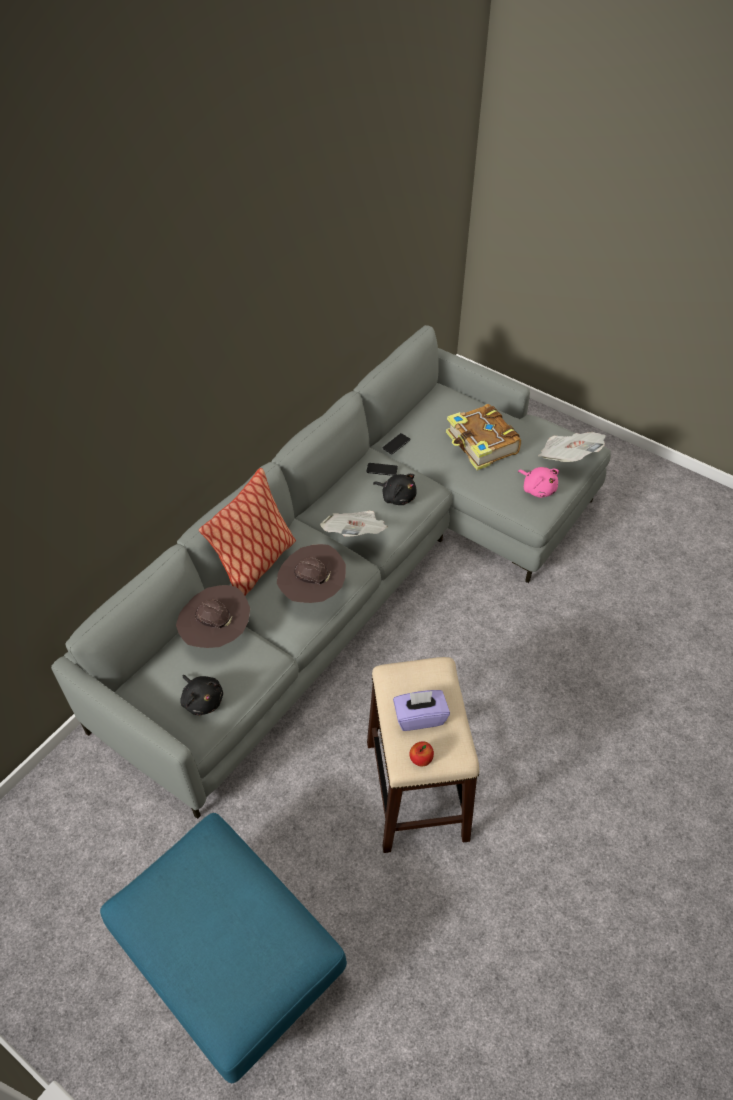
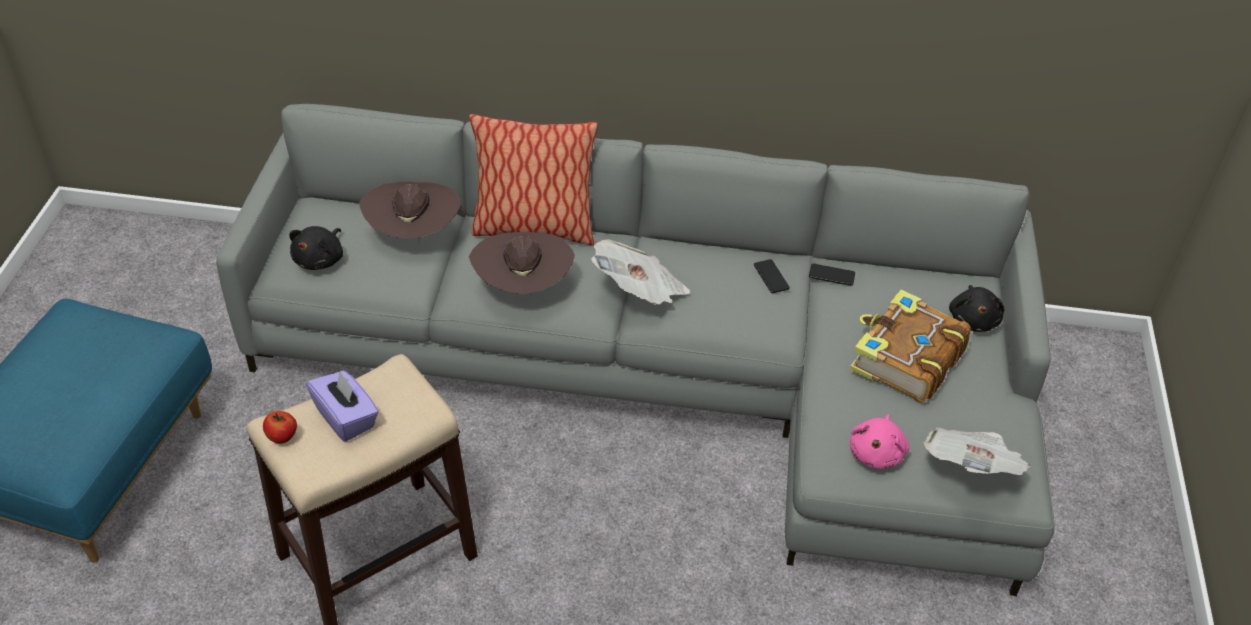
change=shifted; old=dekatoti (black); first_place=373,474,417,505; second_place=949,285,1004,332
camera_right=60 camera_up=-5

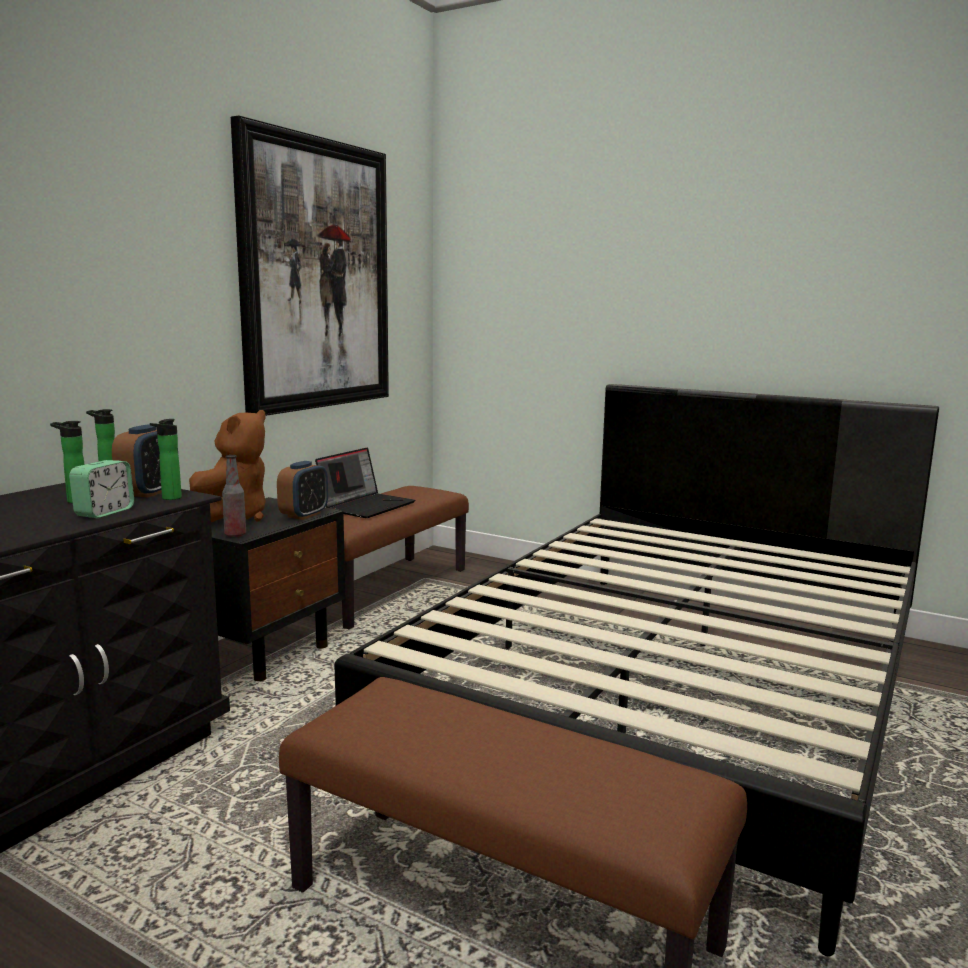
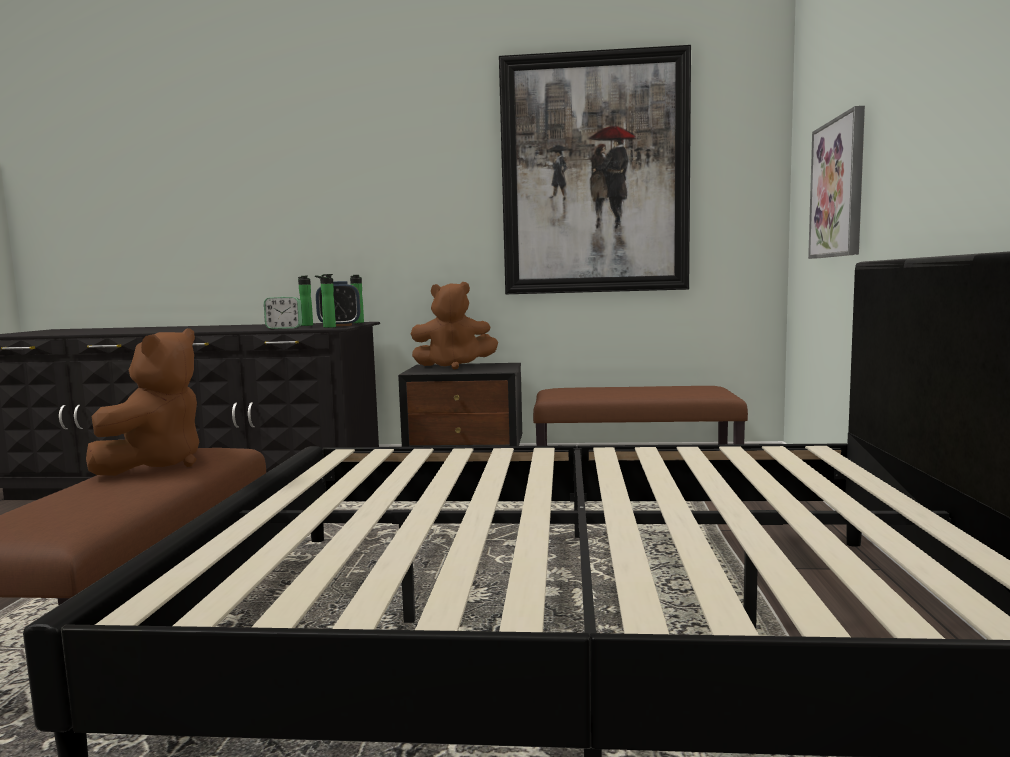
change=gone; old=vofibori; first_place=222,455,246,537
change=gone; old=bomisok; first_place=277,461,328,520
change=gone; old=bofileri; first_place=315,448,415,518
change=new; new=dekatoti (brown); second_place=86,328,199,476
change=new; new=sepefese; second_place=808,106,865,259
camera_right=65 camera_up=-5

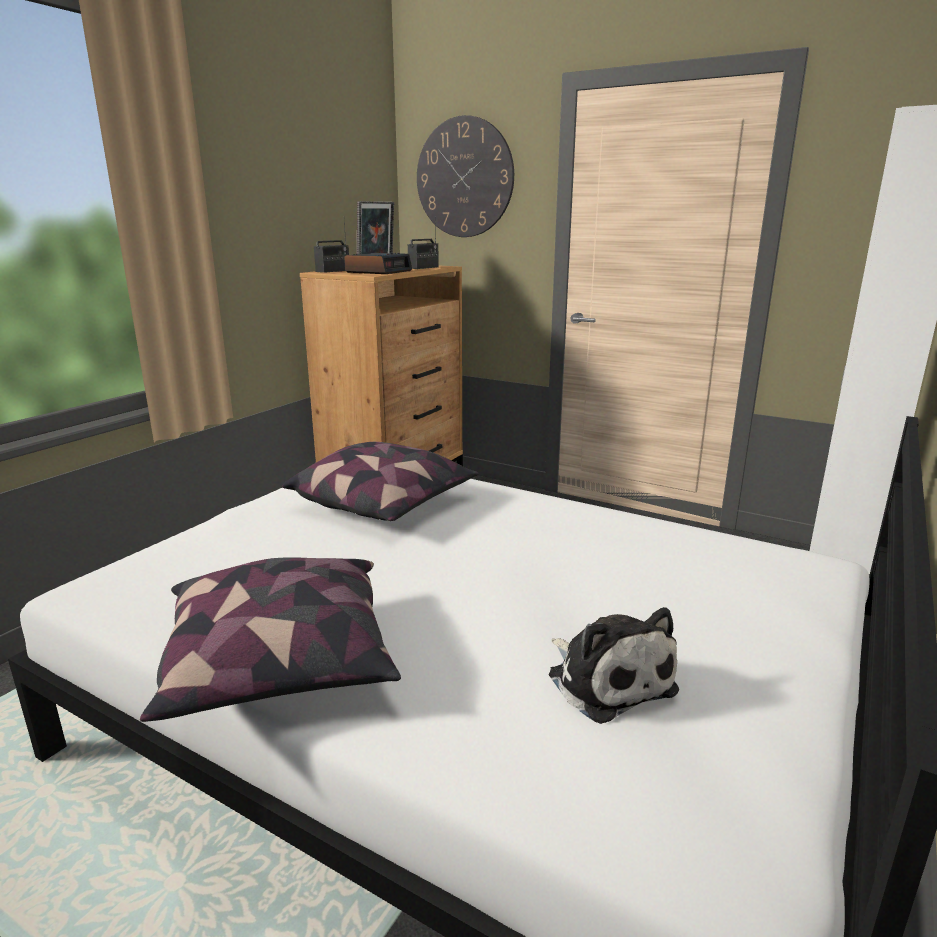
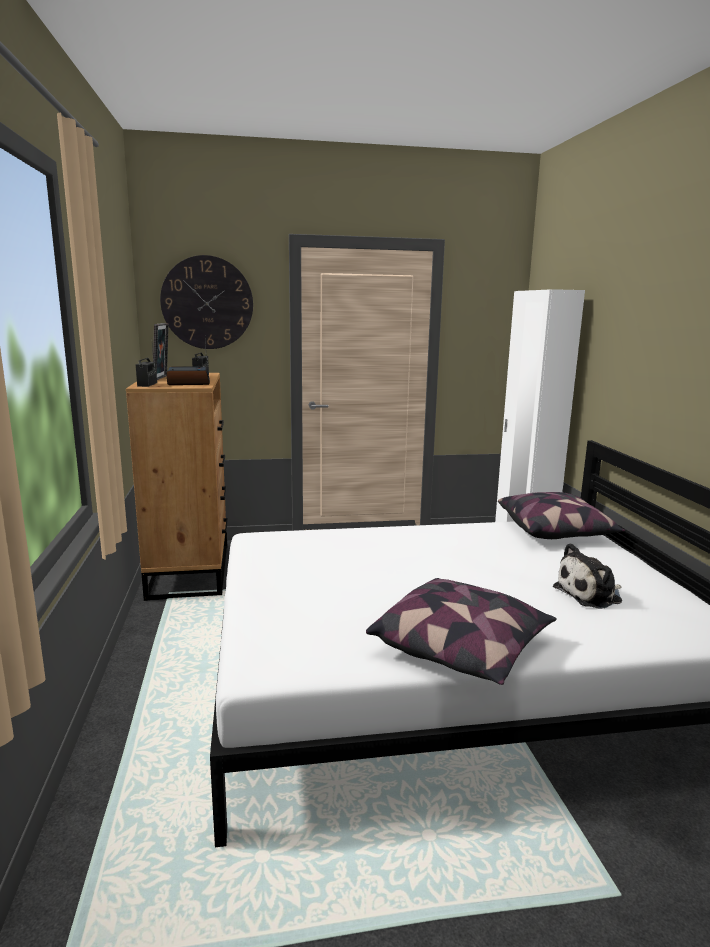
change=shifted; old=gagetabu; first_place=282,442,479,521; second_place=498,492,625,539
change=rotated; old=dekatoti; first_place=549,607,679,724; second_place=553,543,622,609; degrees=135
camera_right=-40 camera_up=-5

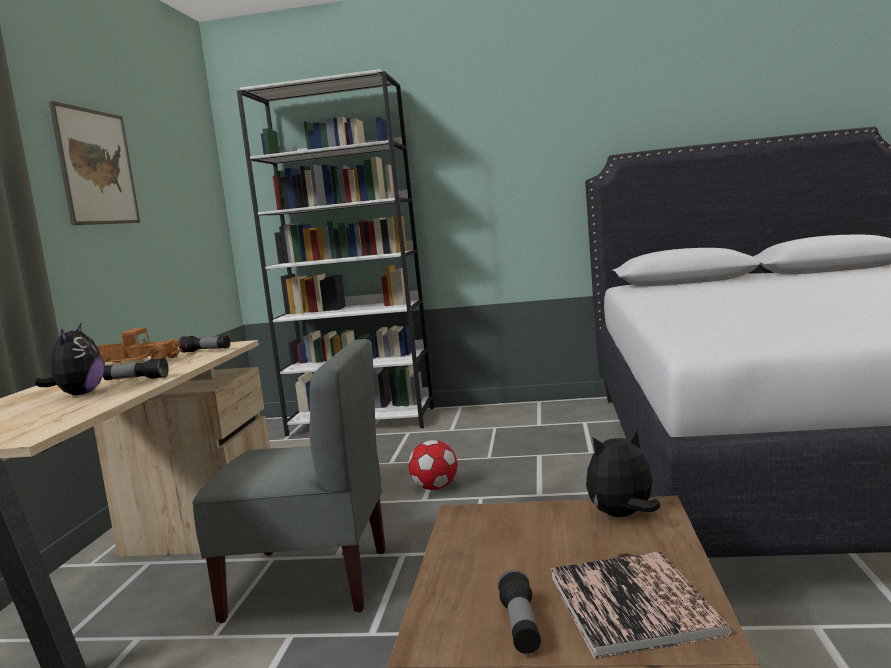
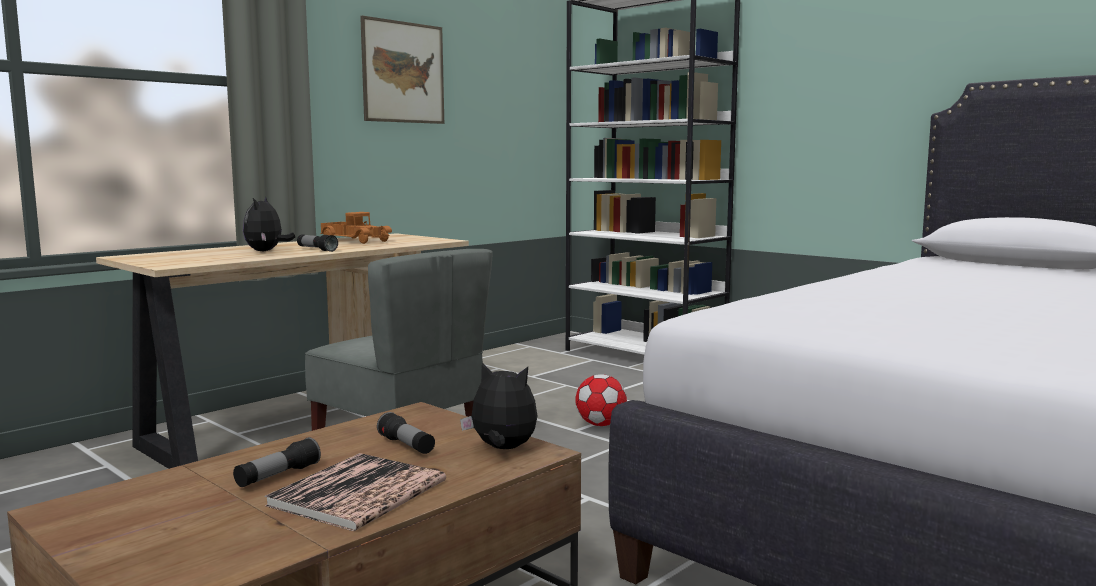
change=rotated; old=dekatoti; first_place=34,323,104,395; second_place=243,196,295,252; degrees=150
change=shifted; old=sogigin; first_place=179,336,230,353; second_place=377,412,435,454
camera_right=35 camera_up=0

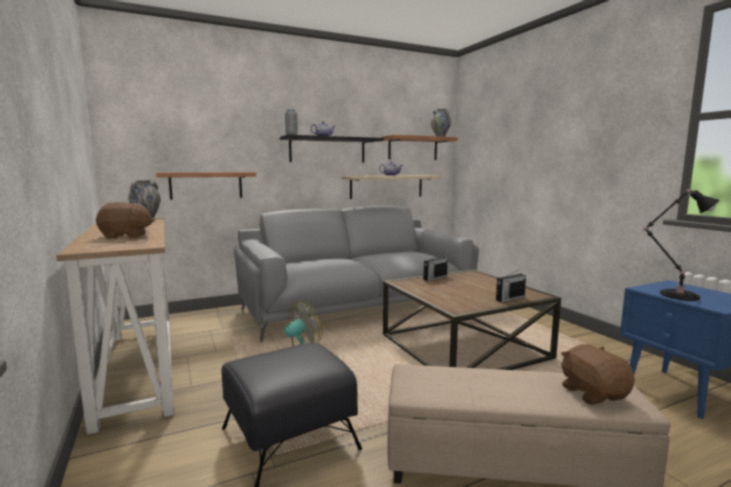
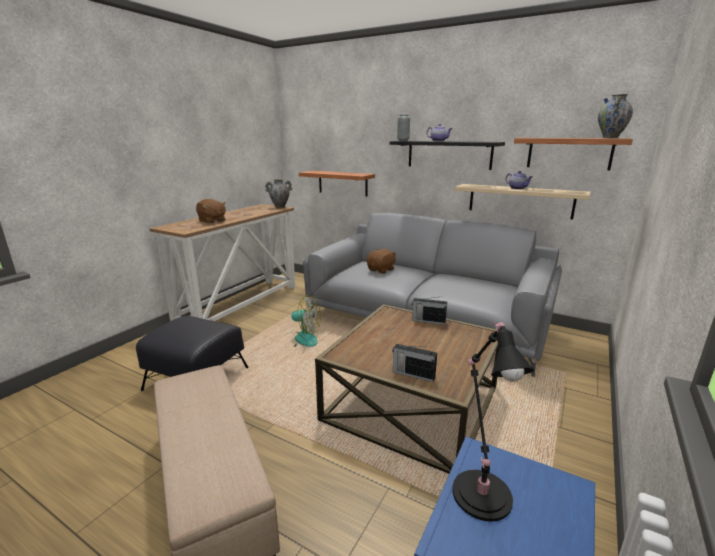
change=shifted; old=dekatoti (brown); first_place=561,344,635,405; second_place=367,249,397,274
camera_right=55 camera_up=10

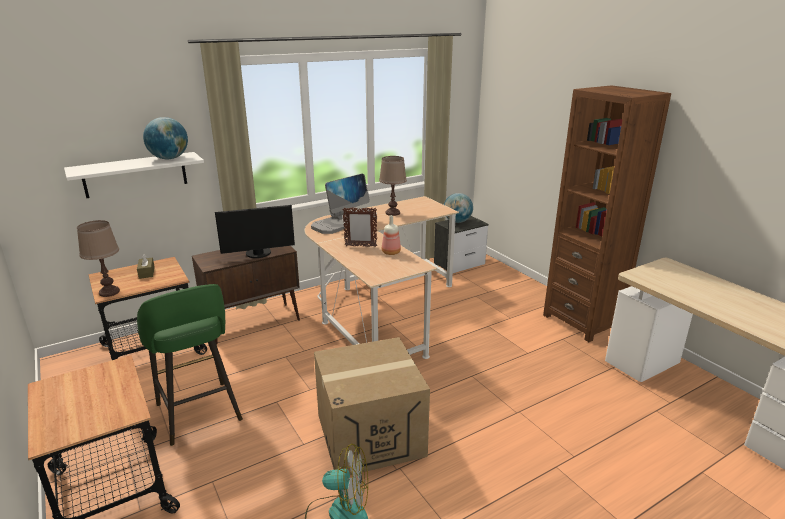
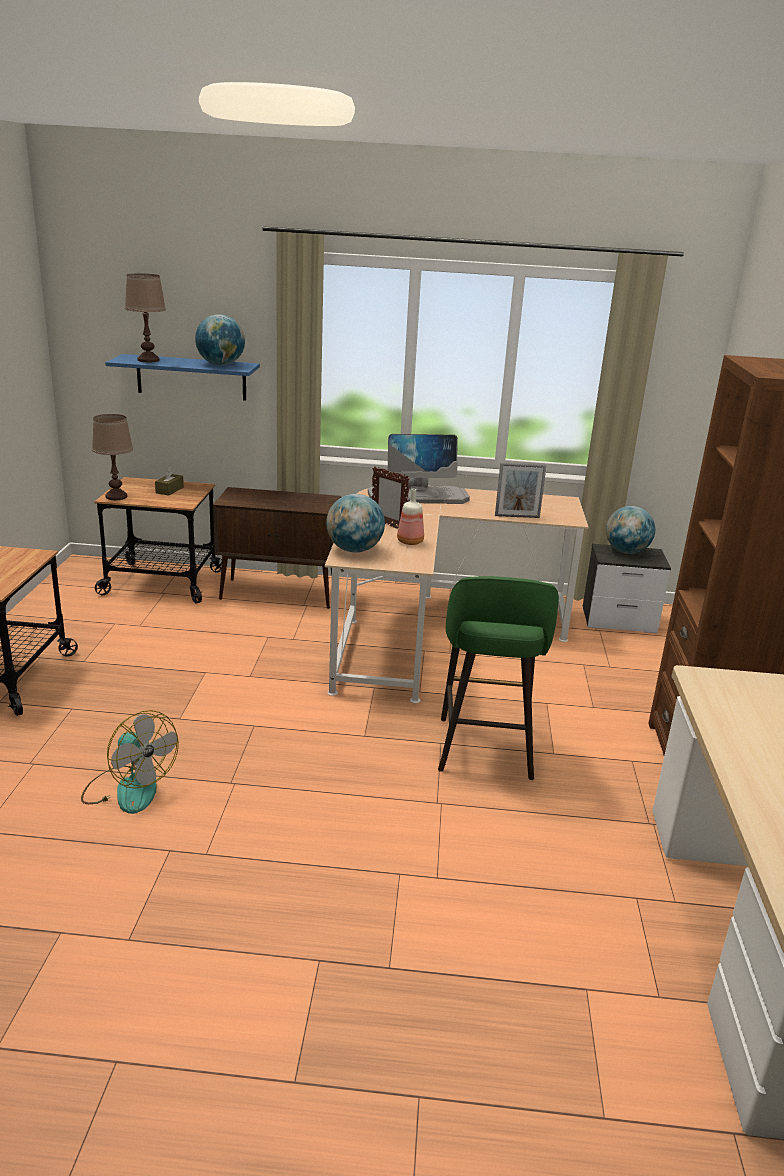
change=repainted; old=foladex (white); new=foladex (blue); first_place=64,152,204,198; second_place=105,354,260,401
change=shifted; old=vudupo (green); first_place=137,284,243,446; second_place=438,576,559,780
change=gone; old=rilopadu; first_place=215,205,295,258
change=gone; old=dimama; first_place=314,337,430,475
change=shifted; old=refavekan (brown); first_place=379,156,407,216; second_place=125,273,166,362
change=new; new=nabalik; second_place=326,494,385,553
change=new; new=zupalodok; second_place=495,463,547,518
camera_right=35 camera_up=0

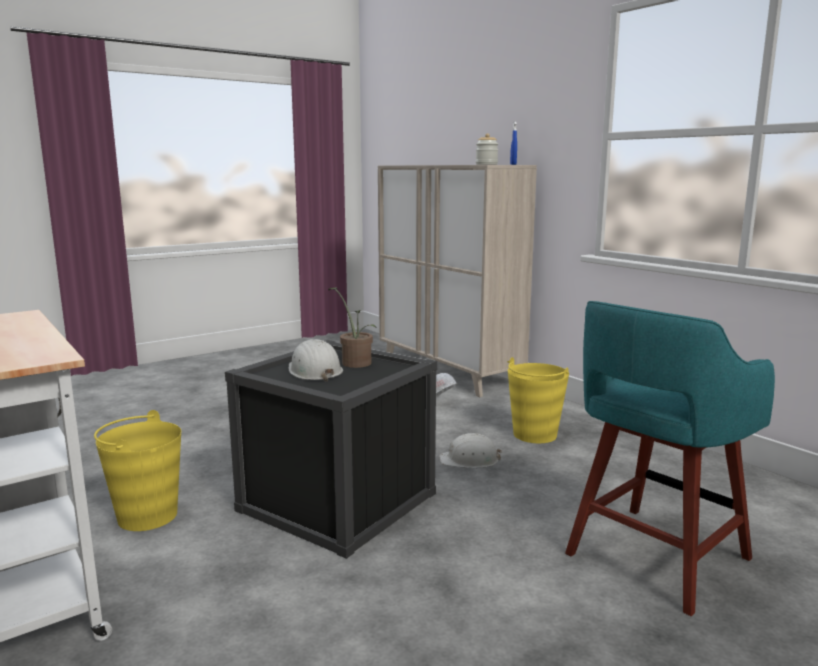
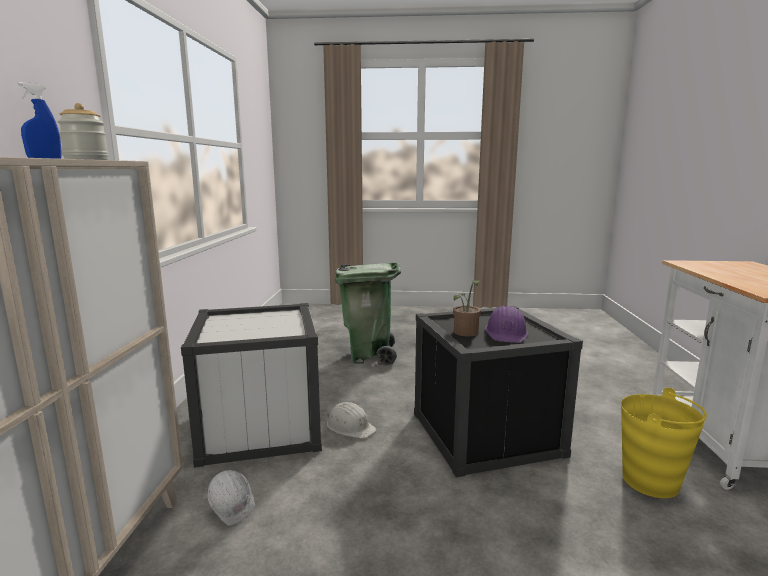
change=repainted; old=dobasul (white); new=dobasul (purple); first_place=289,339,343,382; second_place=485,306,528,343
change=swapped; old=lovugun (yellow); new=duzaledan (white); first_place=508,357,569,443; second_place=181,303,322,468
change=swapped; old=vudupo (turquoise); new=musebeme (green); first_place=565,301,775,616; second_place=335,263,401,366
camera_right=-140 camera_up=0

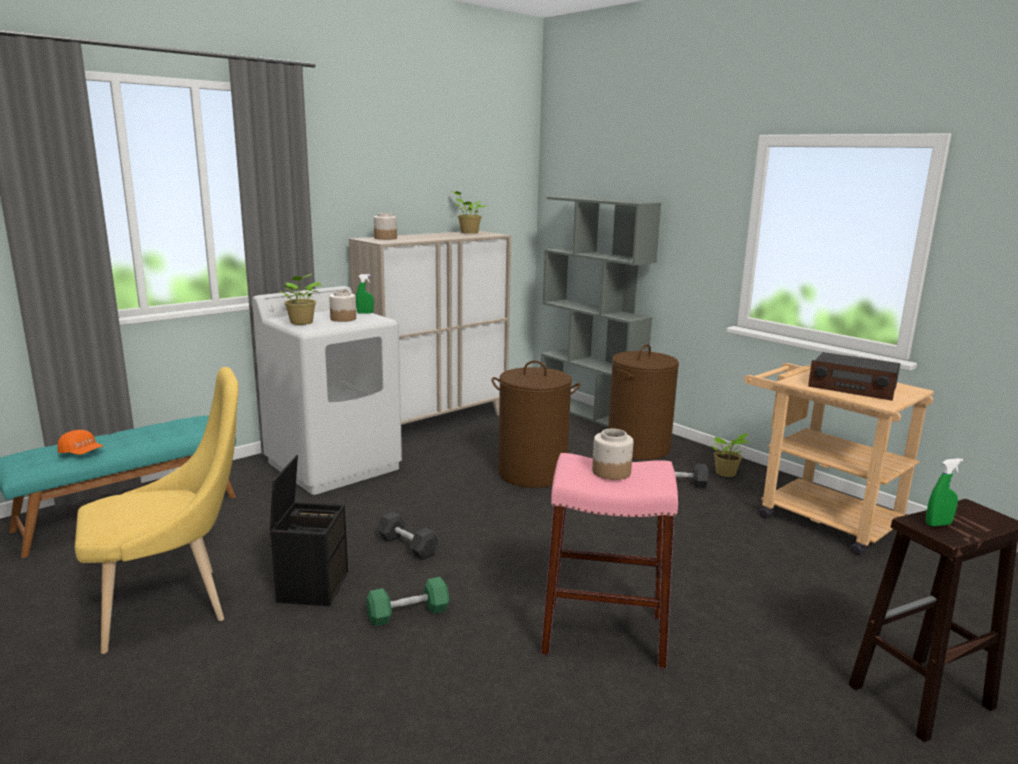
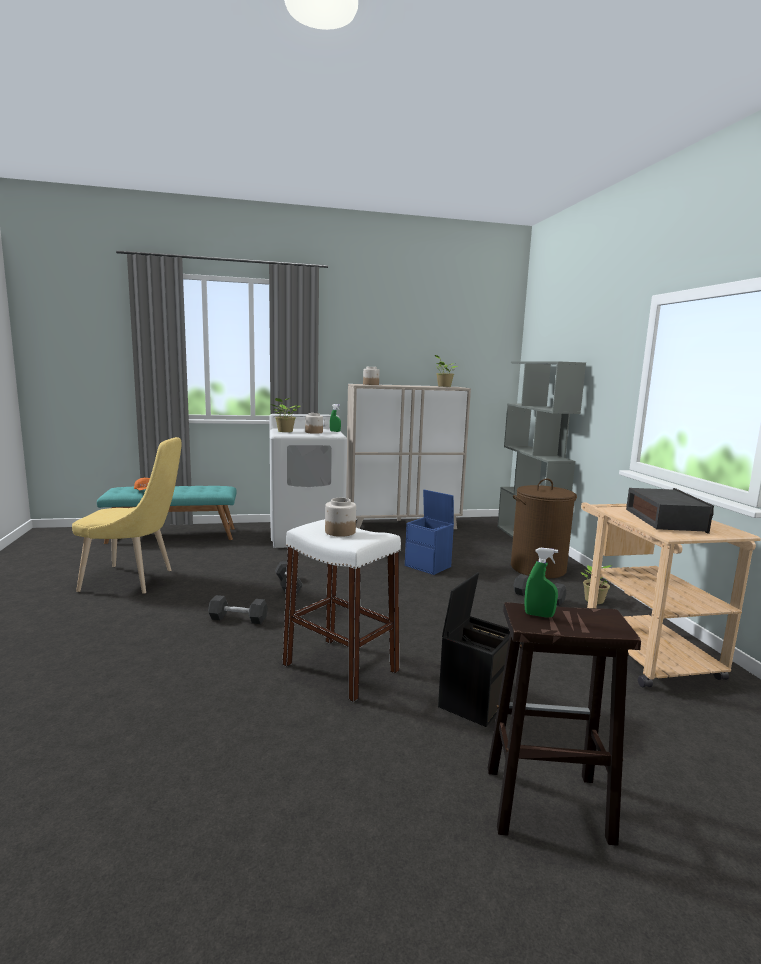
change=shifted; old=duzaledan (black); first_place=270,455,348,606; second_place=438,572,510,727
change=repainted; old=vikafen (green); new=vikafen (black); first_place=367,577,450,626; second_place=208,595,268,624
change=swapped; old=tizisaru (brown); new=duzaledan (blue); first_place=492,361,580,488; second_place=405,489,454,575
change=repainted; old=vudupo (pink); new=vudupo (white); first_place=541,453,678,668; second_place=282,519,401,702
change=rotated; old=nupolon; first_place=808,352,901,401; second_place=626,488,714,534; degrees=-150
camera_right=30 camera_up=-5

